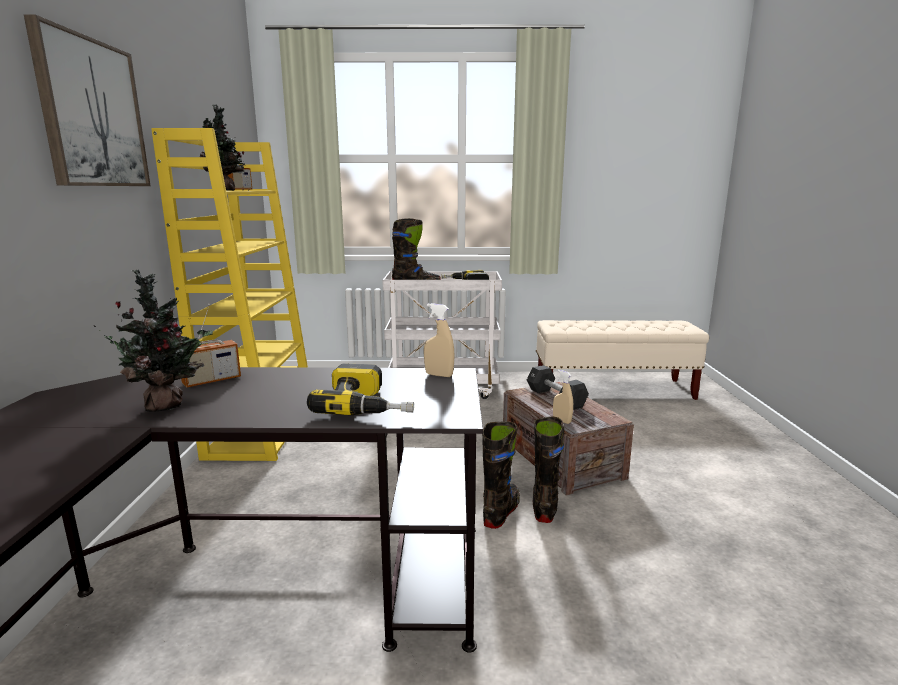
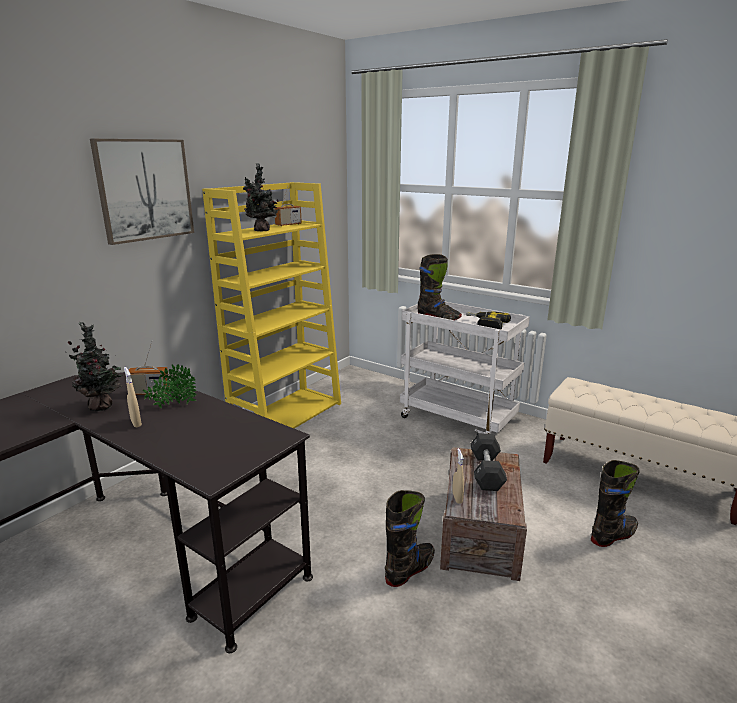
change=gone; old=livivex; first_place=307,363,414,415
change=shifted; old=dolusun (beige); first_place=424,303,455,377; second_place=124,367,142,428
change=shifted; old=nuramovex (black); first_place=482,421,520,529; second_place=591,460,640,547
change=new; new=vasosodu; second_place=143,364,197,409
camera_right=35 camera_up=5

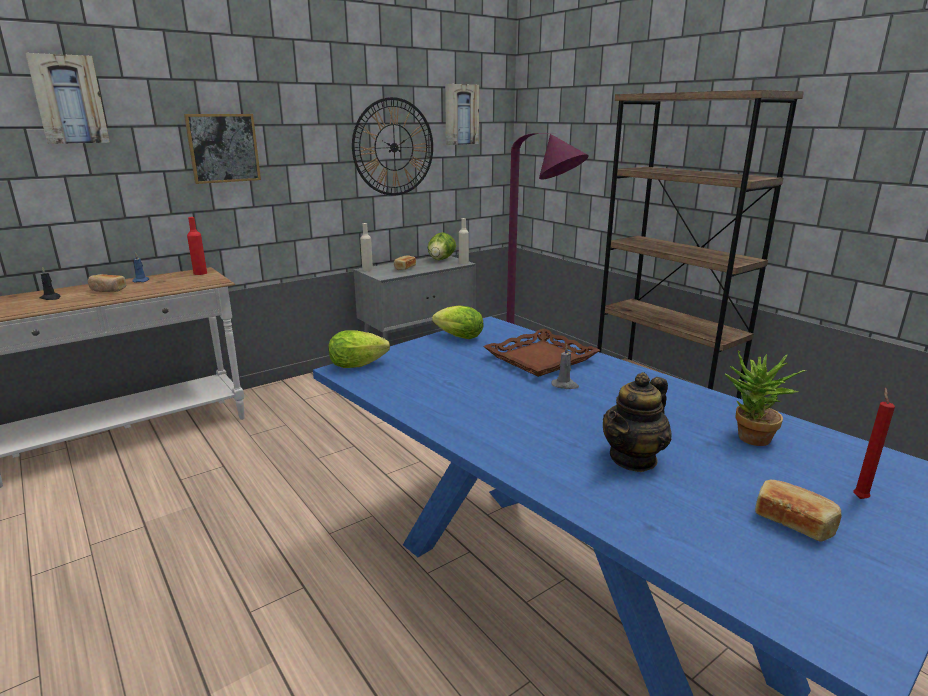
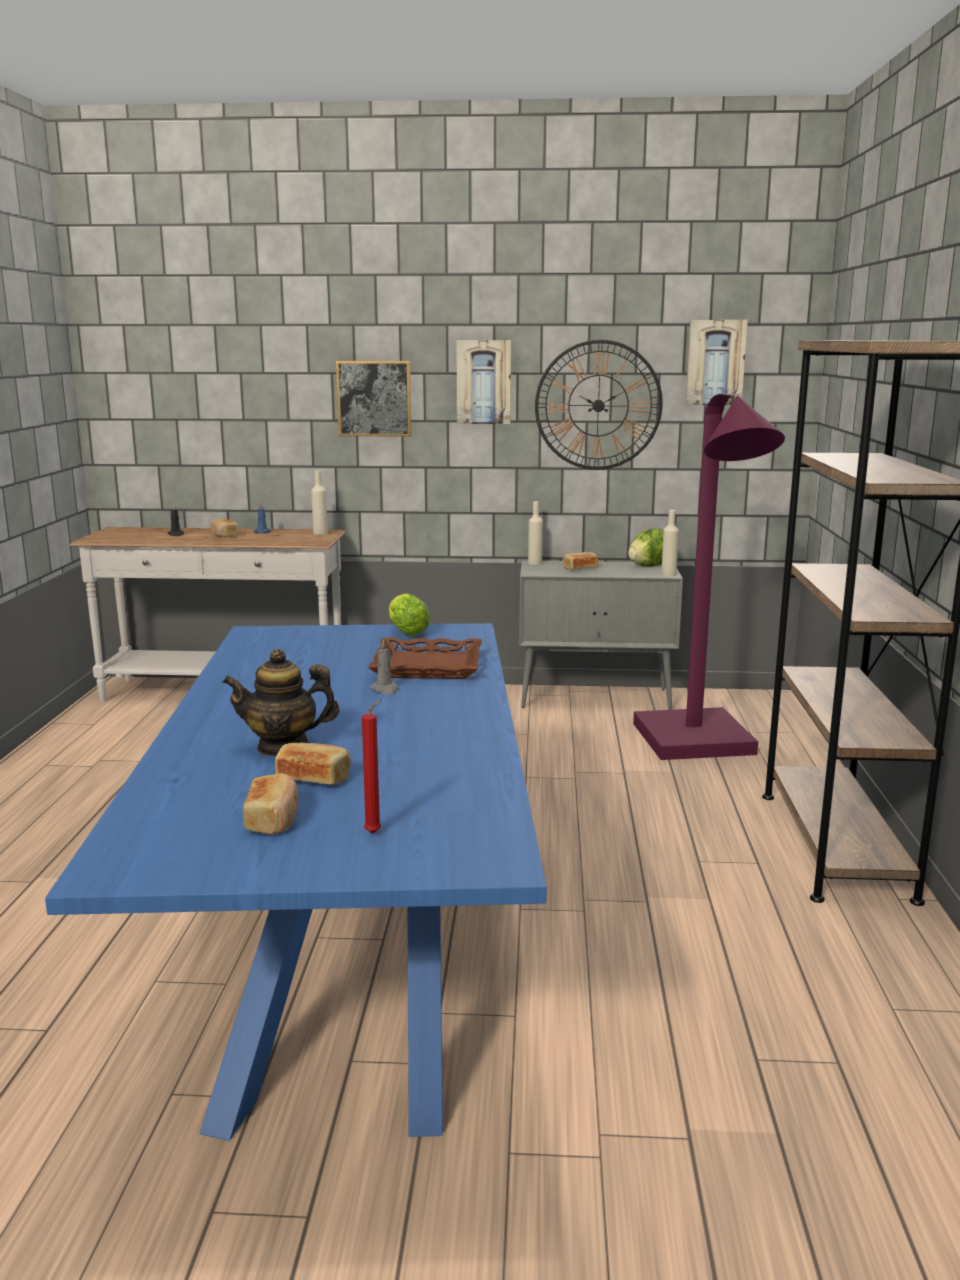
change=shifted; old=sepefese; first_place=25,53,110,144; second_place=456,340,511,424
change=repainted; old=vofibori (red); new=vofibori (beige); first_place=187,217,207,275; second_place=311,471,328,535
change=gone; old=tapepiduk; first_place=328,330,390,368
change=gone; old=vasosodu; first_place=725,350,806,446
change=new; new=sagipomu; second_place=275,743,351,785
camera_right=40 camera_up=-5

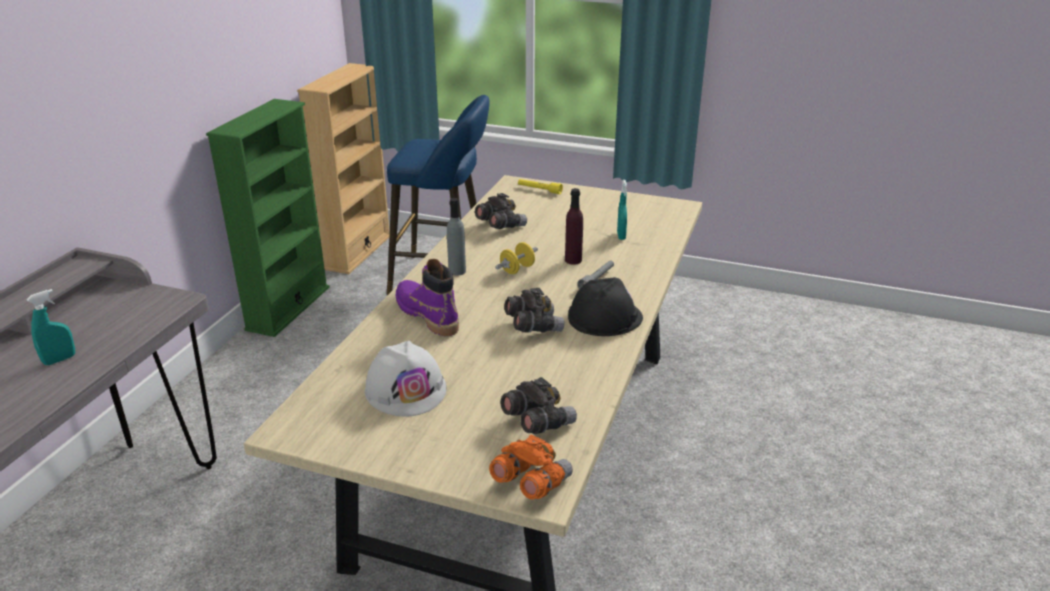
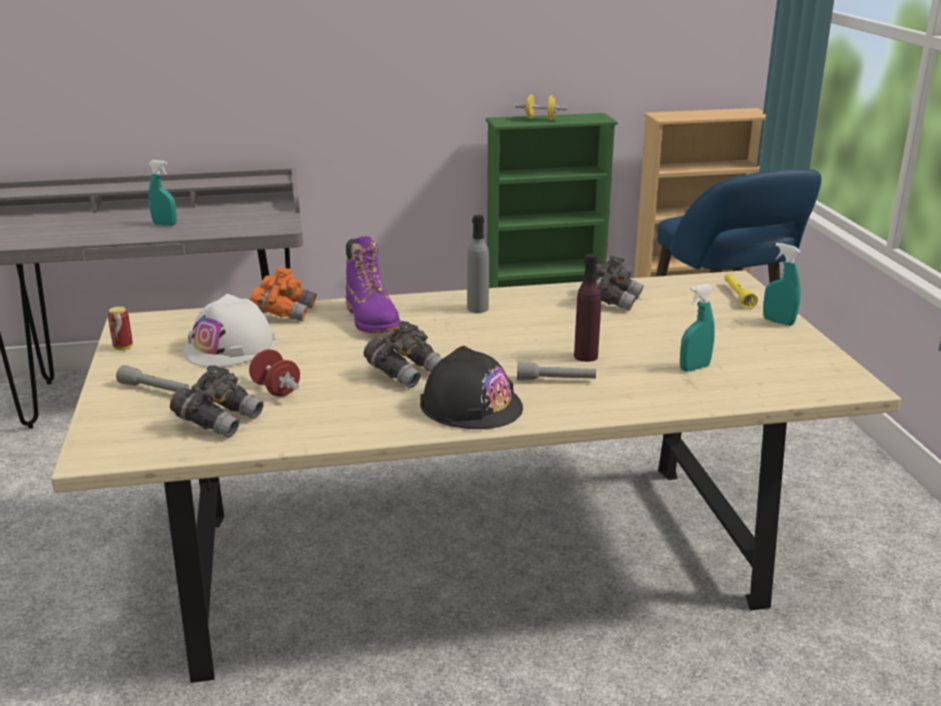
change=rotated; old=nuramovex (purple); first_place=396,259,459,336; second_place=346,236,401,333; degrees=135
change=shifted; old=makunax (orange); first_place=489,434,573,499; second_place=250,267,317,321
change=shifted; old=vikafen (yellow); first_place=495,242,538,274; second_place=515,94,567,120
change=new; new=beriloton; second_place=108,306,133,350
change=new; new=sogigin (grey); second_place=116,365,189,392
change=new; new=vikafen (red); second_place=249,349,300,397
change=new; new=dolusun (turquoise); second_place=763,243,801,326
camera_right=60 camera_up=-5

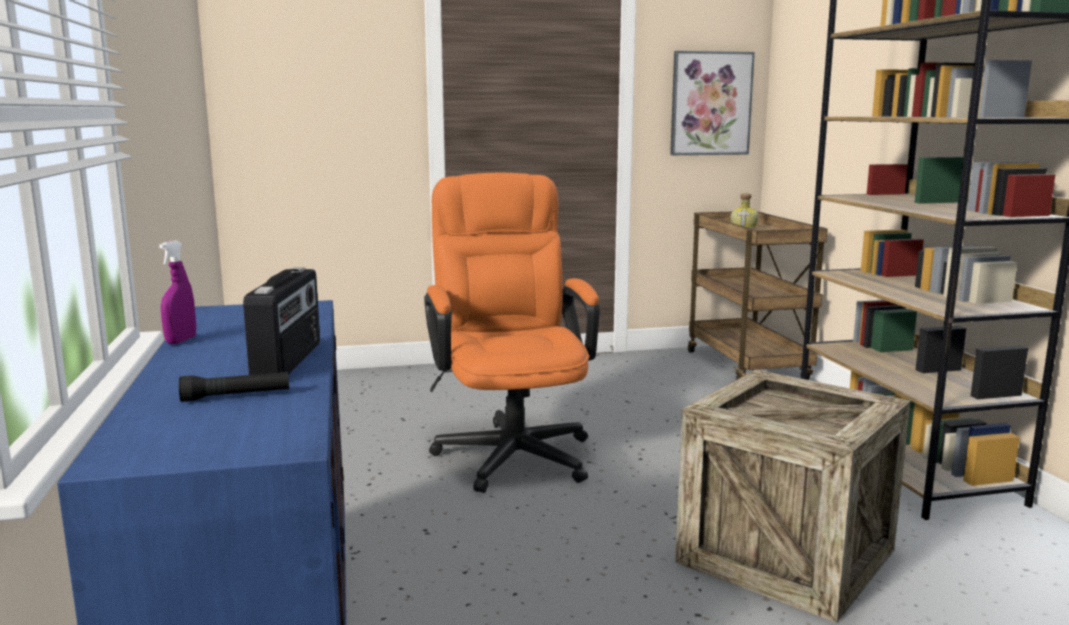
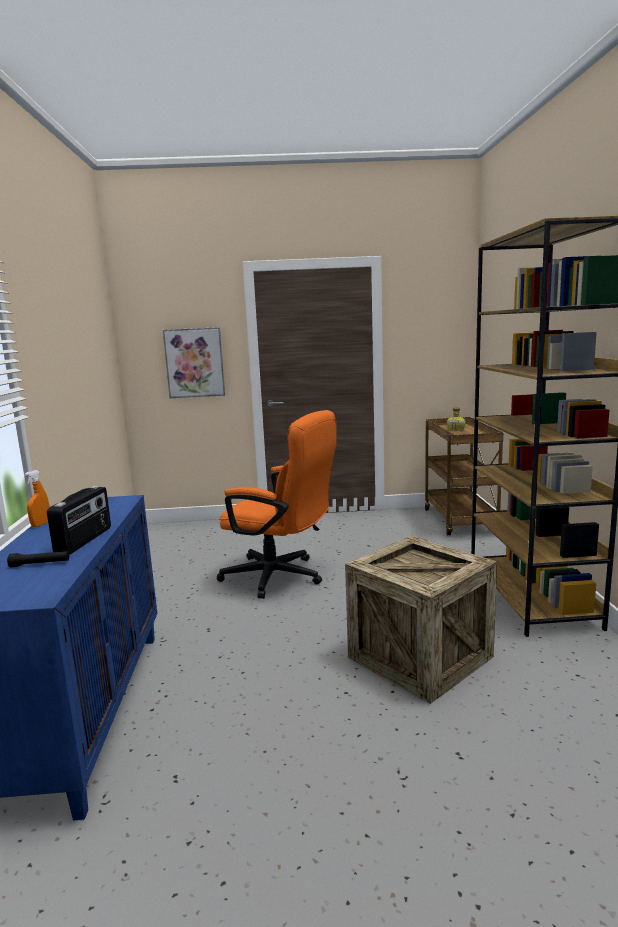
change=repainted; old=dolusun (purple); new=dolusun (orange); first_place=159,241,196,344; second_place=24,470,50,527
change=rotated; old=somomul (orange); first_place=424,173,600,493; second_place=217,410,337,599; degrees=120
change=shifted; old=sepefese; first_place=670,51,755,155; second_place=163,327,225,398
camera_right=10 camera_up=0

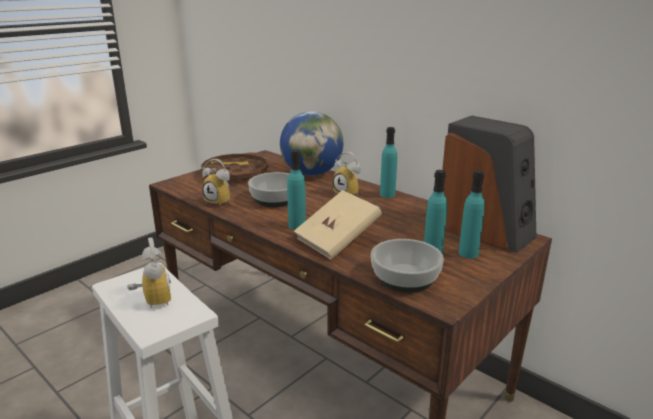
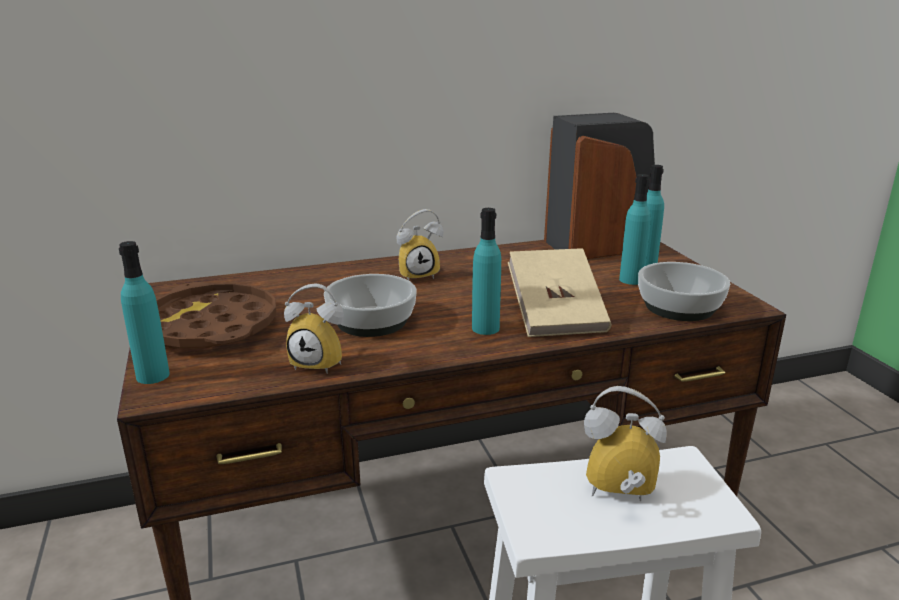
change=rotated; old=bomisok; first_place=202,159,230,207; second_place=284,284,344,374; degrees=45
change=gone; old=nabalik; first_place=280,111,343,175
change=shifted; old=vofibori (turquoise); first_place=380,127,397,198; second_place=119,241,170,384
camera_right=-60 camera_up=0

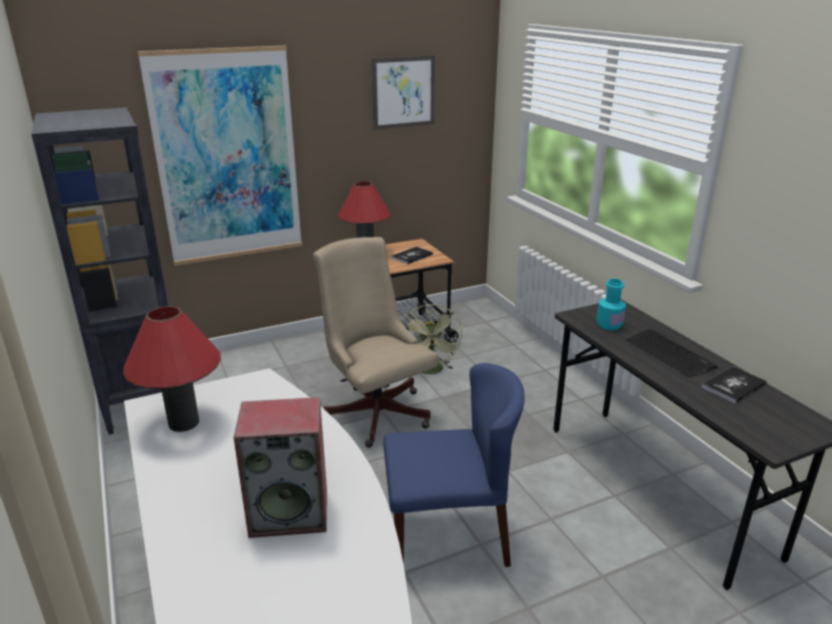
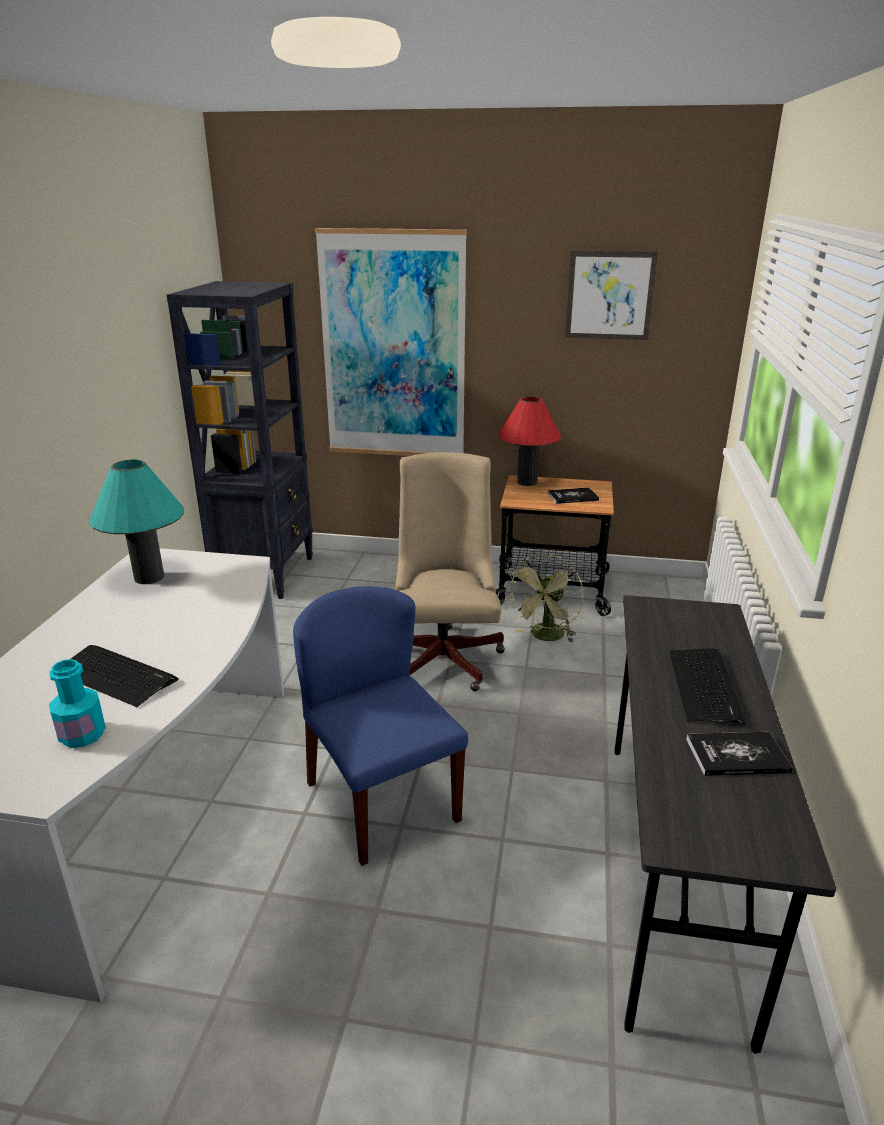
change=repainted; old=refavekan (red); new=refavekan (turquoise); first_place=123,306,221,432; second_place=89,460,184,584
change=swapped; old=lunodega; new=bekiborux; first_place=234,397,327,538; second_place=71,645,178,707
change=rotated; old=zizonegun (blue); first_place=383,363,525,567; second_place=293,586,468,866; degrees=-150
change=shifted; old=vofibori (turquoise); first_place=596,278,626,330; second_place=49,659,106,748
camera_right=35 camera_up=0

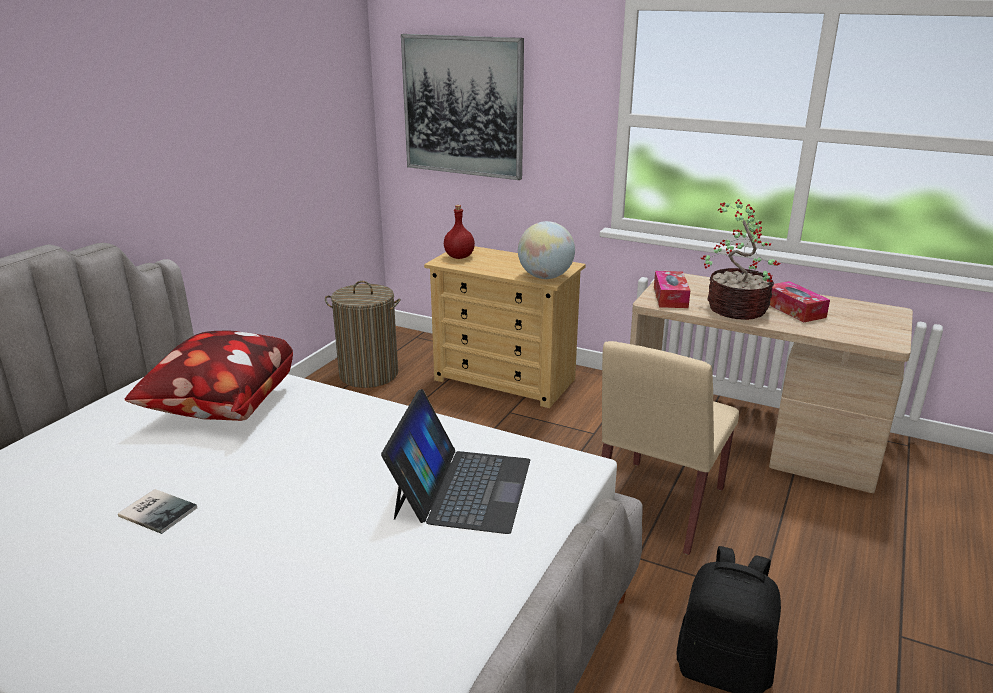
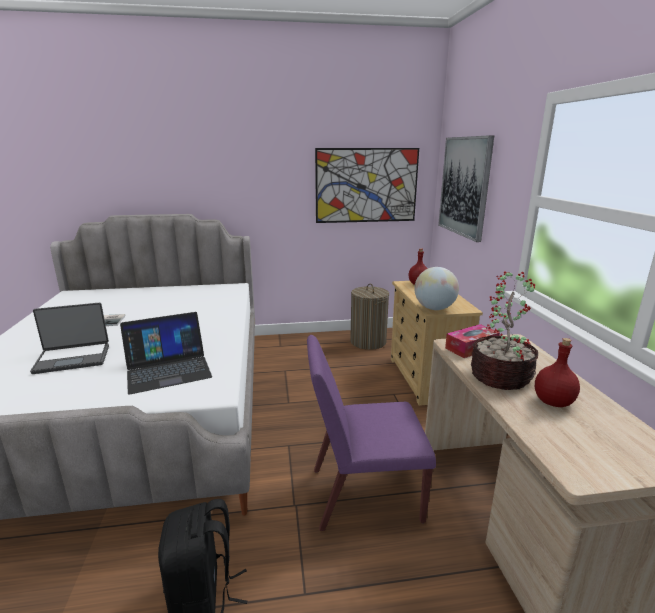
change=gone; old=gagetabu; first_place=124,331,293,421
change=repainted; old=zizonegun (beige); new=zizonegun (purple); first_place=601,341,739,555; second_place=307,335,436,531
change=swapped; old=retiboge; new=vofibori (red); first_place=770,281,830,323; second_place=535,338,580,407
change=new; new=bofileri; second_place=30,303,109,374
change=new; new=sepefese; second_place=315,148,419,223
camera_right=55 camera_up=-5

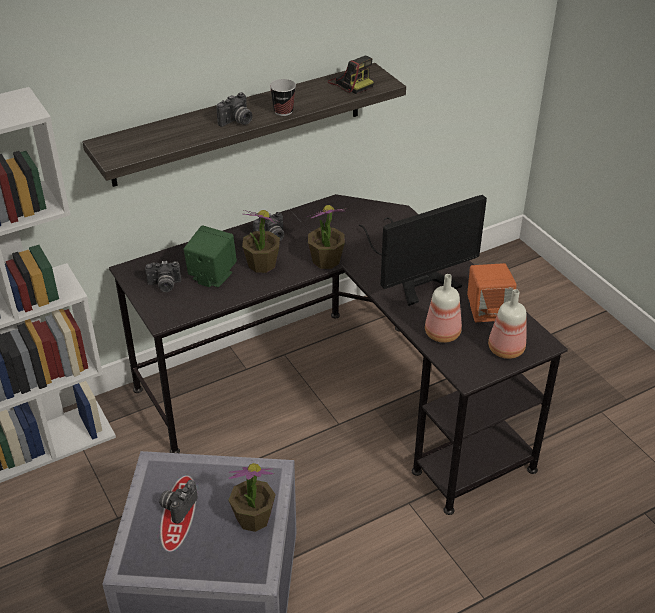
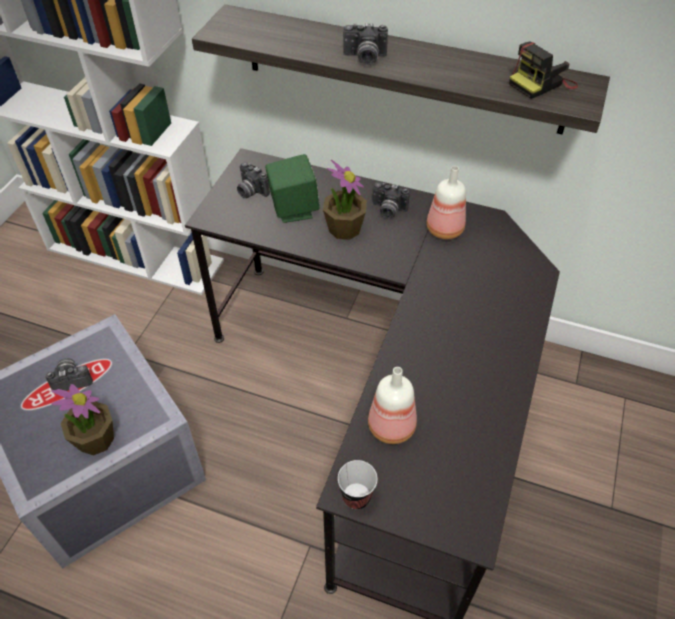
change=shifted; old=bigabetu; first_place=270,79,296,116; second_place=338,460,378,510
change=gone; old=vasosodu; first_place=307,205,347,269
change=rotated; old=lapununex; first_place=328,56,374,94; second_place=509,41,578,99; degrees=45
change=gone; old=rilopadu; first_place=359,195,487,306
change=gone; old=lunodega (orange); first_place=467,263,517,322
change=shifted; old=vofibori; first_place=488,289,526,359; second_place=426,166,466,239
camera_right=50 camera_up=10

